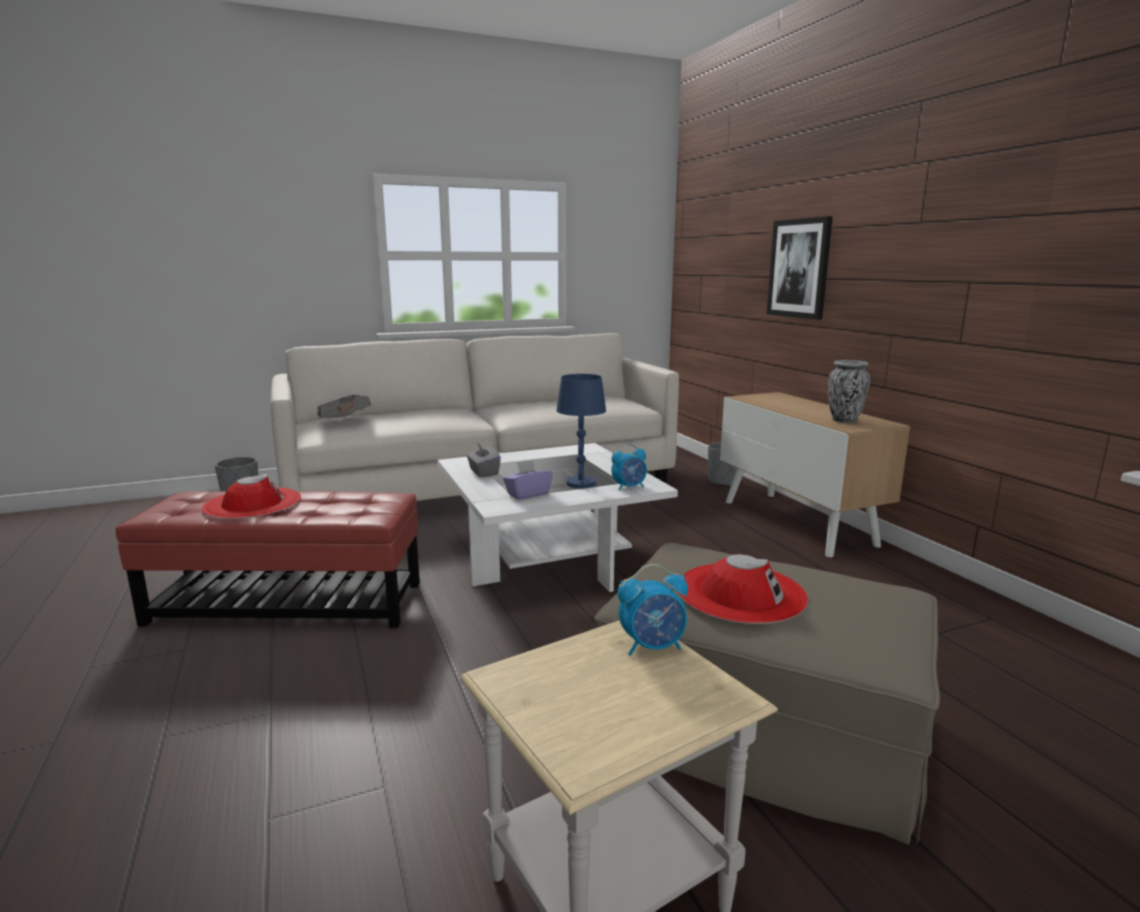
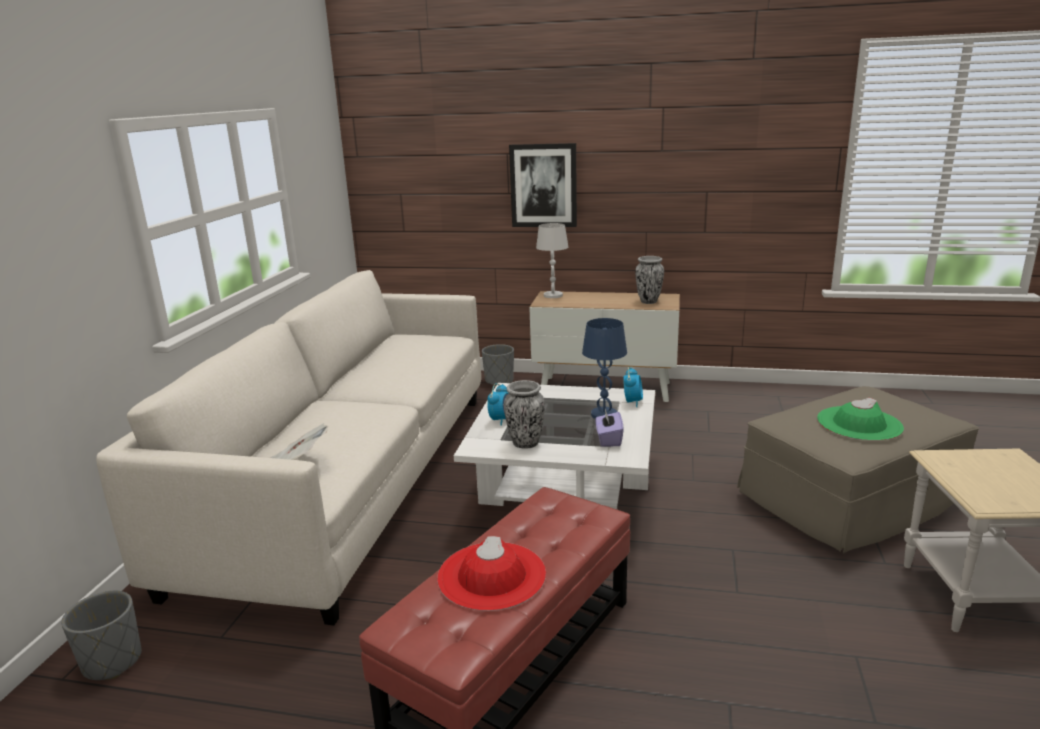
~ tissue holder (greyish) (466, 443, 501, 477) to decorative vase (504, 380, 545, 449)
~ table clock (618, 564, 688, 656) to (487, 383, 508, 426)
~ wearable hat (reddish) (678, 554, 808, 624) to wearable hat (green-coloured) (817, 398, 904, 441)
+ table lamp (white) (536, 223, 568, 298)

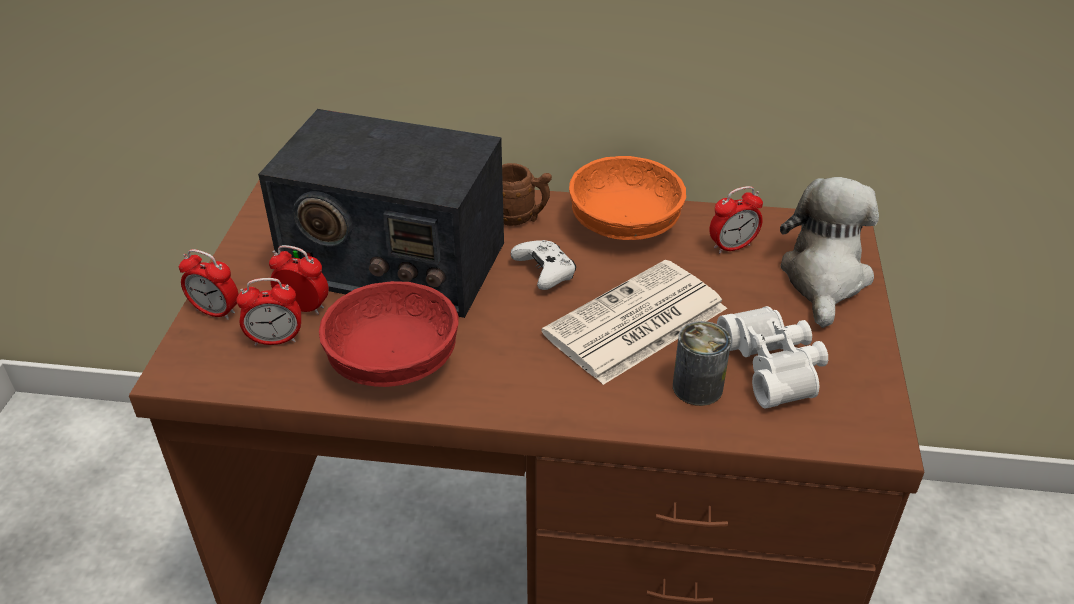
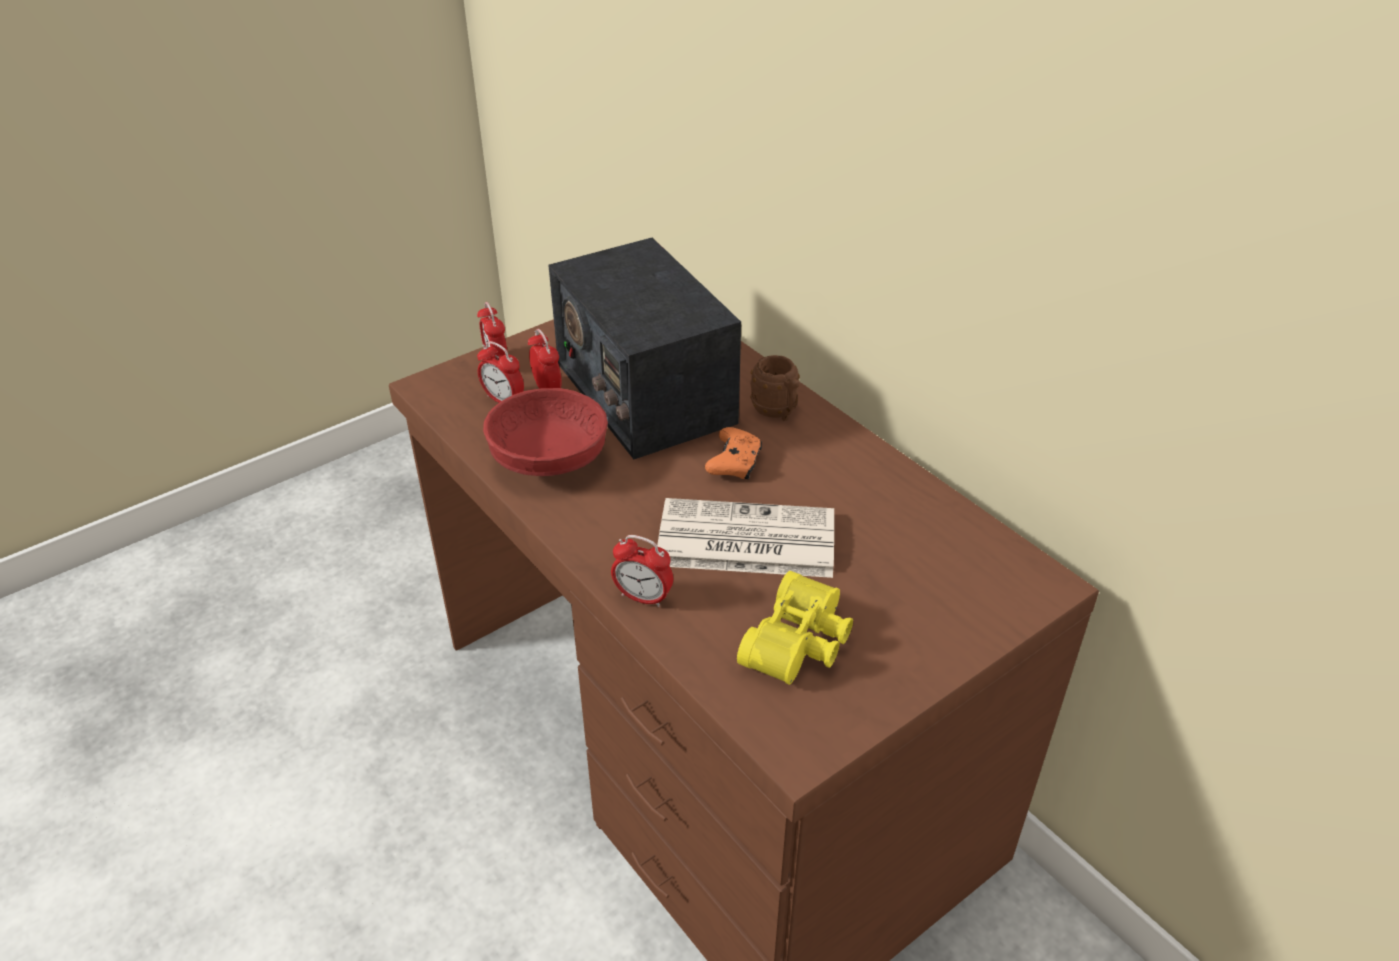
~ gamepad (white) (511, 240, 576, 290) to gamepad (orangey) (705, 427, 762, 479)
- serving bowl (orangey) (569, 156, 686, 240)
- sealed can (673, 321, 731, 406)
~ table clock (709, 186, 763, 254) to (611, 535, 673, 607)
~ field glasses (white) (717, 306, 828, 409) to field glasses (yellow) (737, 571, 853, 685)
- plush toy (780, 177, 879, 328)

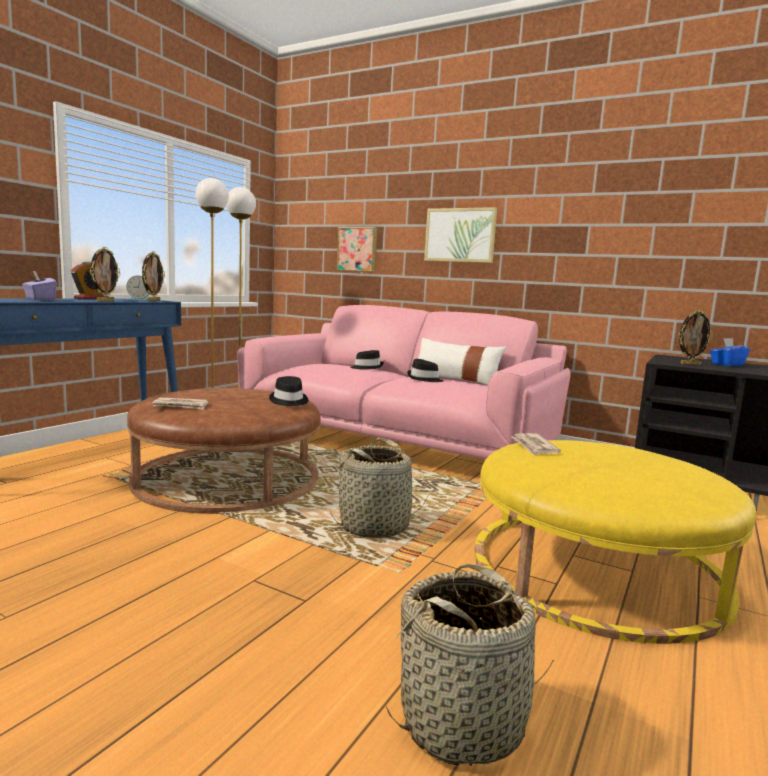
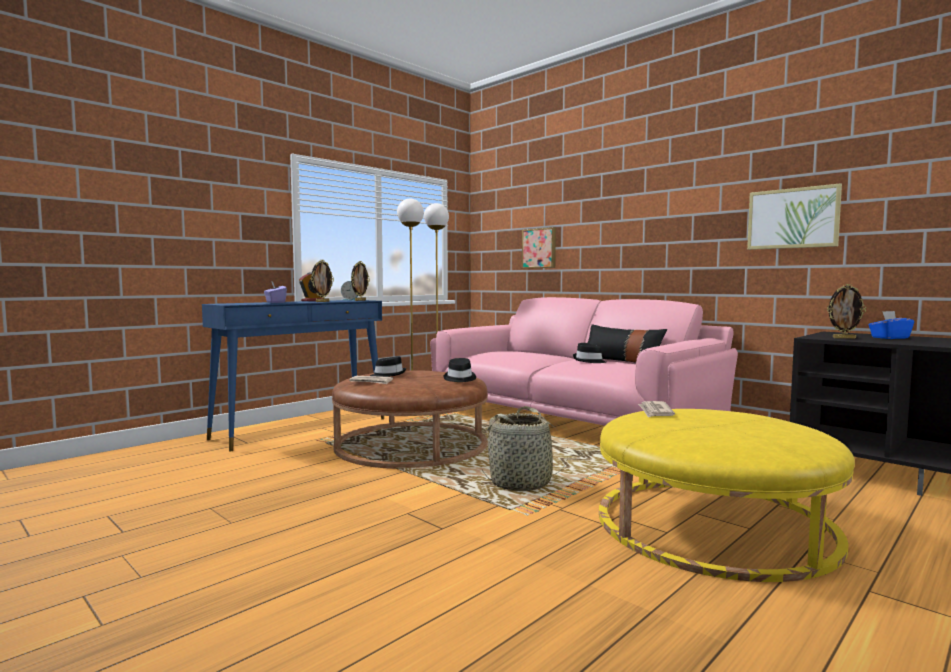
~ wearable hat (black) (350, 350, 384, 370) to (370, 356, 406, 377)
- household basket (386, 563, 556, 766)
~ pillow (white) (418, 338, 506, 385) to pillow (black) (587, 324, 667, 363)
~ wall picture (424, 207, 497, 263) to (747, 183, 842, 250)

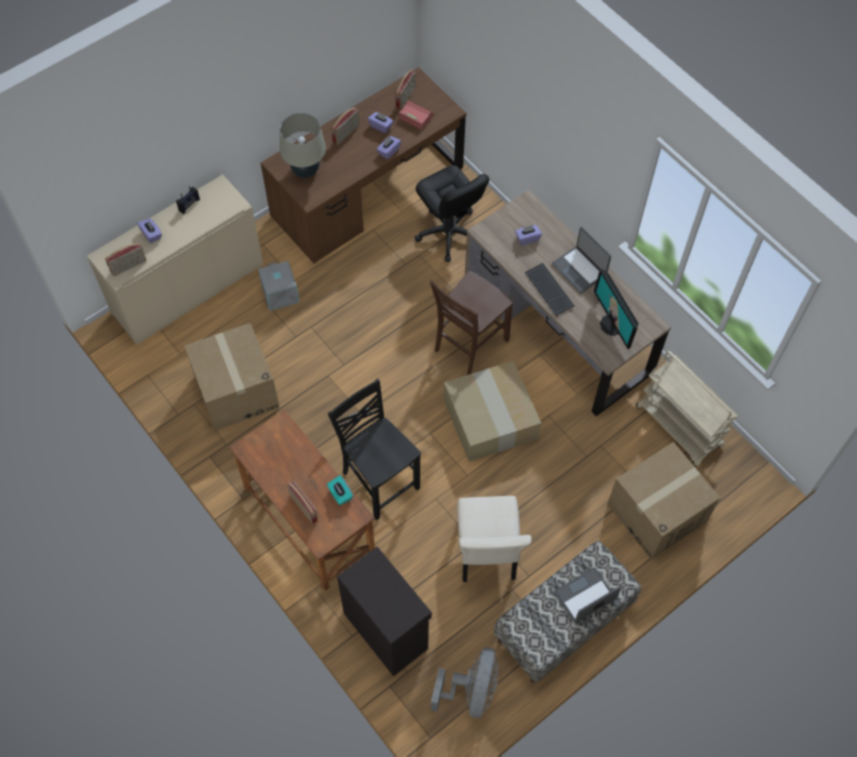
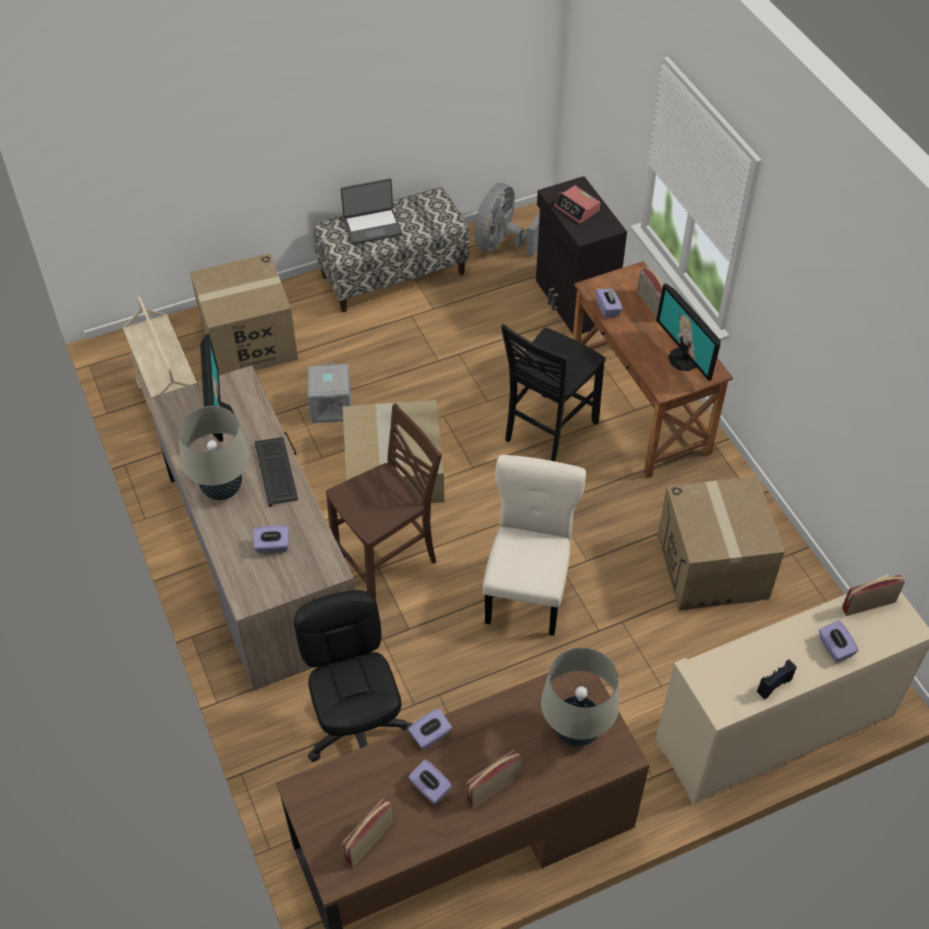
~ storage container (greyish) (258, 261, 299, 311) to (308, 363, 351, 423)
~ tissue holder (turquoise) (327, 475, 353, 505) to tissue holder (purple-coloured) (595, 288, 623, 319)
~ chair (black) (328, 379, 421, 520) = (501, 324, 606, 461) 60 degrees clockwise
~ table clock (399, 100, 434, 130) to (554, 185, 600, 223)
~ chair (sand-coloured) (457, 496, 532, 582) to (483, 455, 586, 636)
~ portable computer (552, 227, 611, 293) to table lamp (sand-coloured) (178, 406, 250, 500)
+ monitor (656, 283, 721, 381)

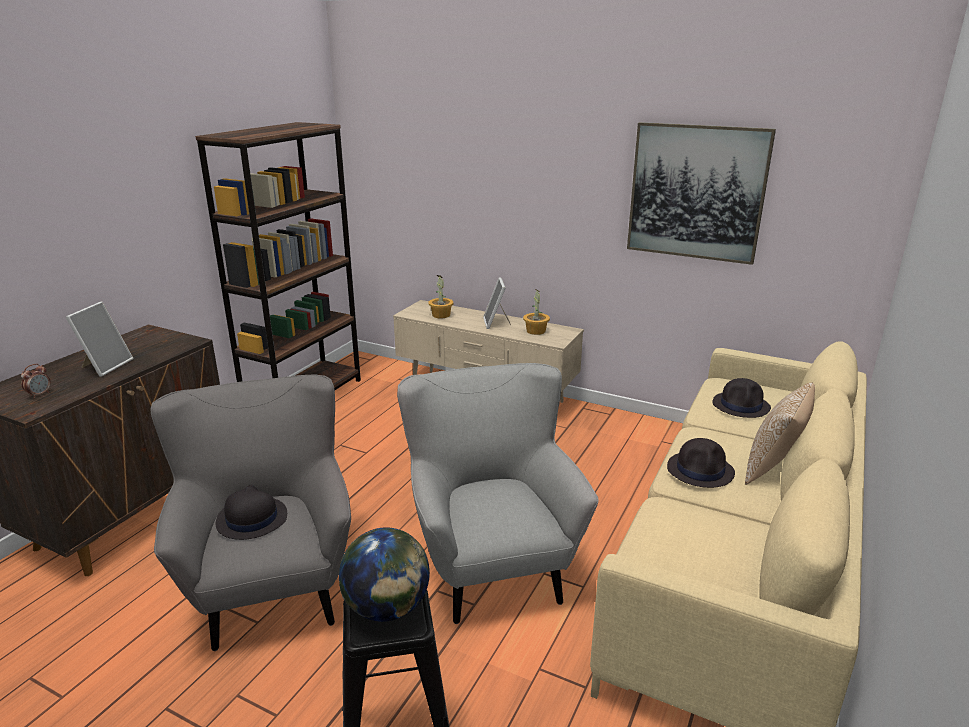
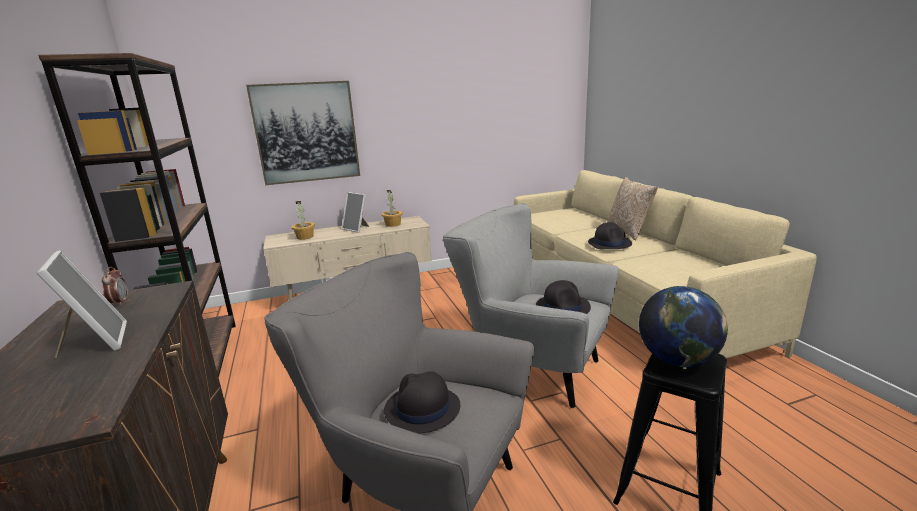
~ table clock (21, 364, 51, 398) to (102, 267, 128, 306)
~ wall picture (627, 122, 776, 265) to (246, 81, 360, 185)
~ wearable hat (black) (712, 378, 771, 418) to (536, 280, 591, 314)

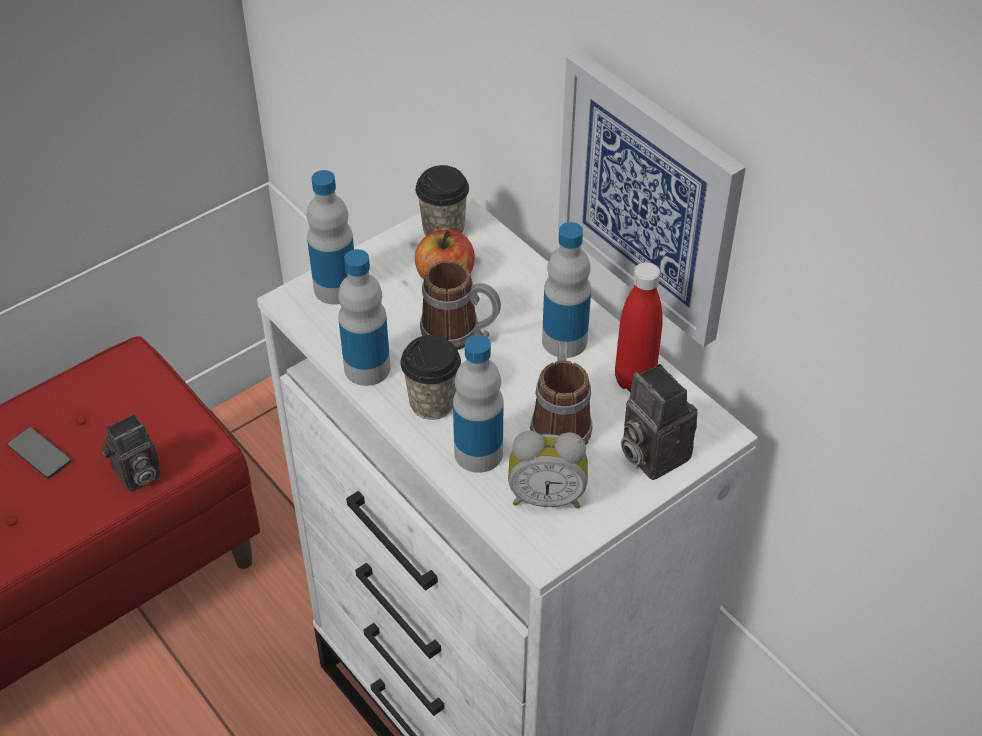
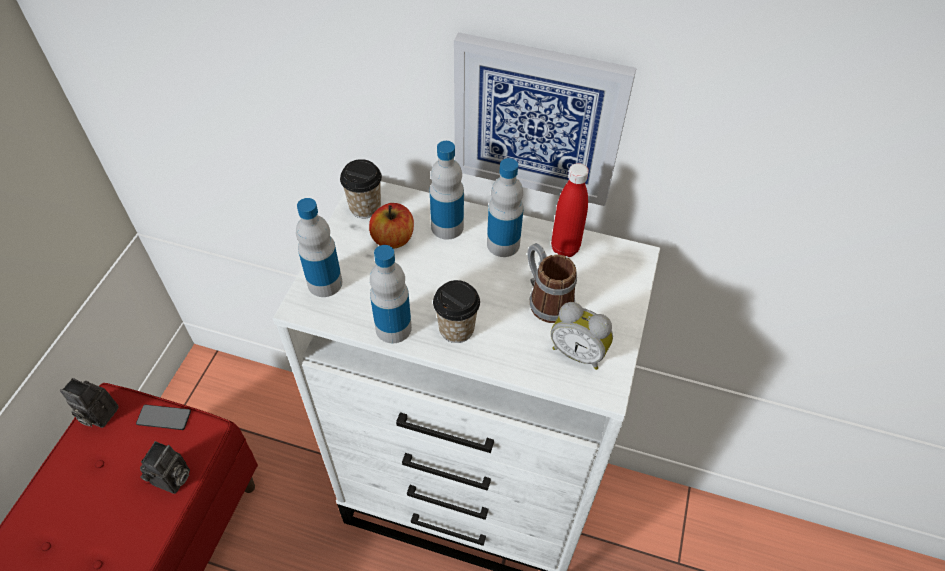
~ handset (7, 427, 71, 479) to (136, 405, 191, 430)
- tea mug (420, 260, 501, 350)
~ drink bottle (453, 334, 504, 473) to (430, 141, 464, 240)
~ table clock (508, 431, 588, 509) = (551, 302, 613, 370) 60 degrees clockwise
~ photo camera (621, 364, 697, 480) to (60, 378, 118, 428)

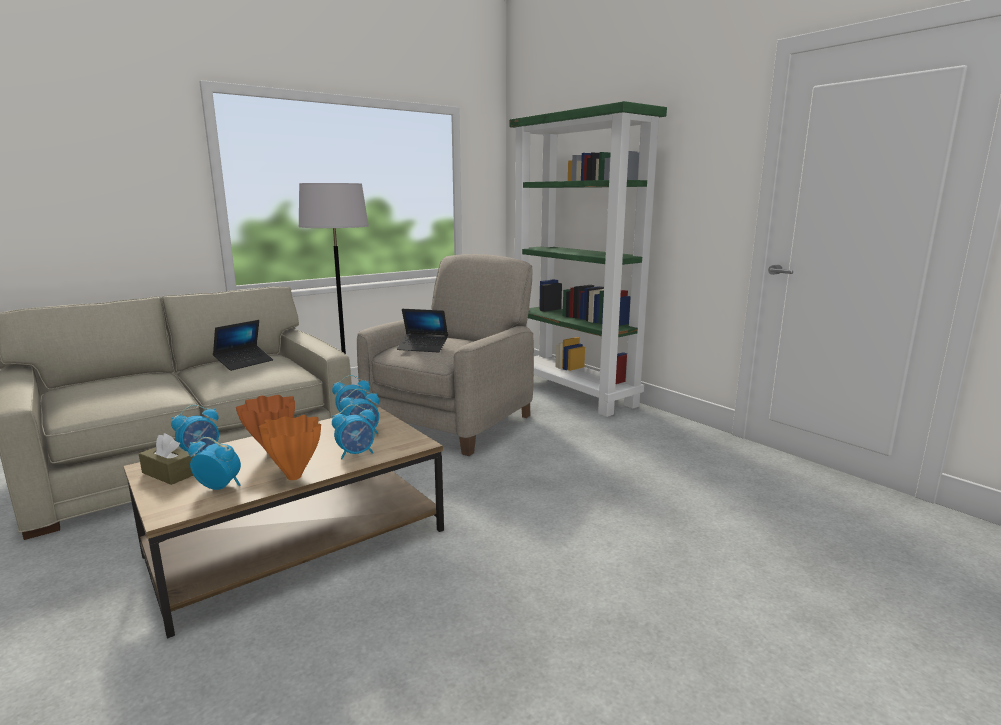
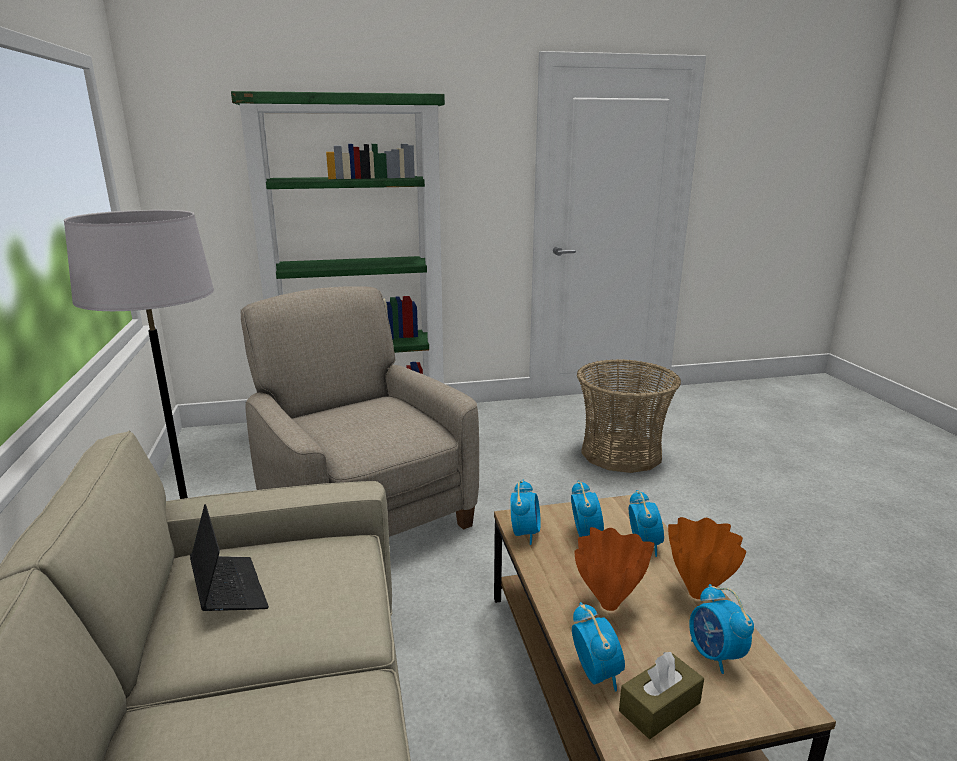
~ table clock (188, 437, 241, 490) = (689, 584, 754, 674) 60 degrees counterclockwise
- portable computer (397, 309, 448, 353)
+ household basket (577, 359, 681, 473)

